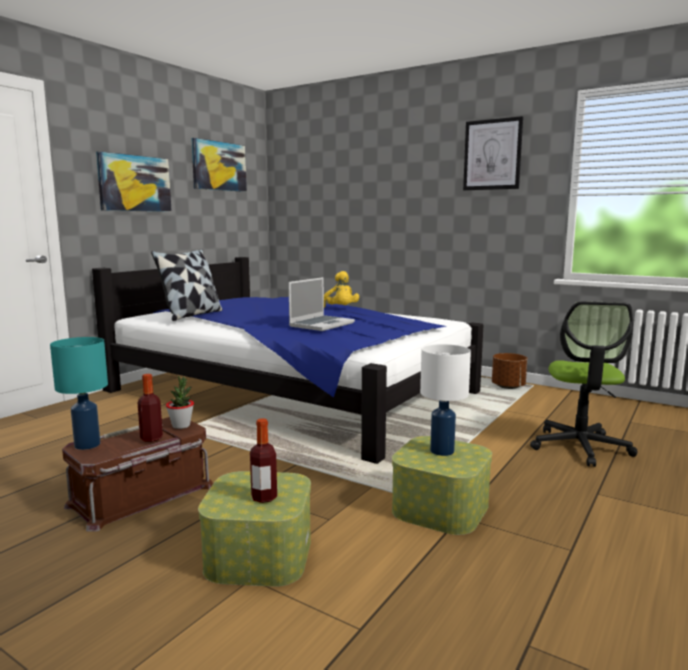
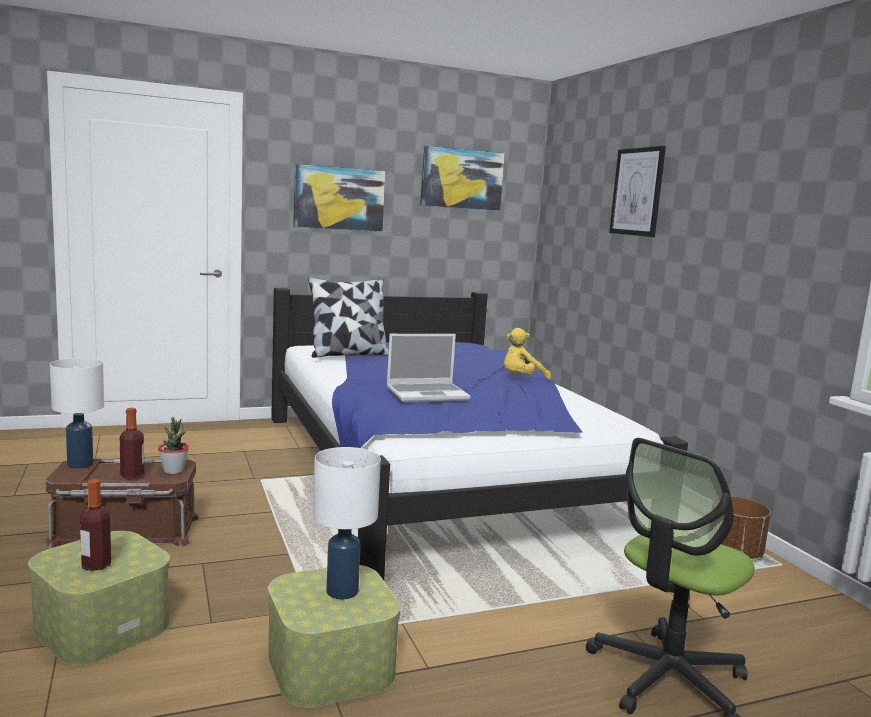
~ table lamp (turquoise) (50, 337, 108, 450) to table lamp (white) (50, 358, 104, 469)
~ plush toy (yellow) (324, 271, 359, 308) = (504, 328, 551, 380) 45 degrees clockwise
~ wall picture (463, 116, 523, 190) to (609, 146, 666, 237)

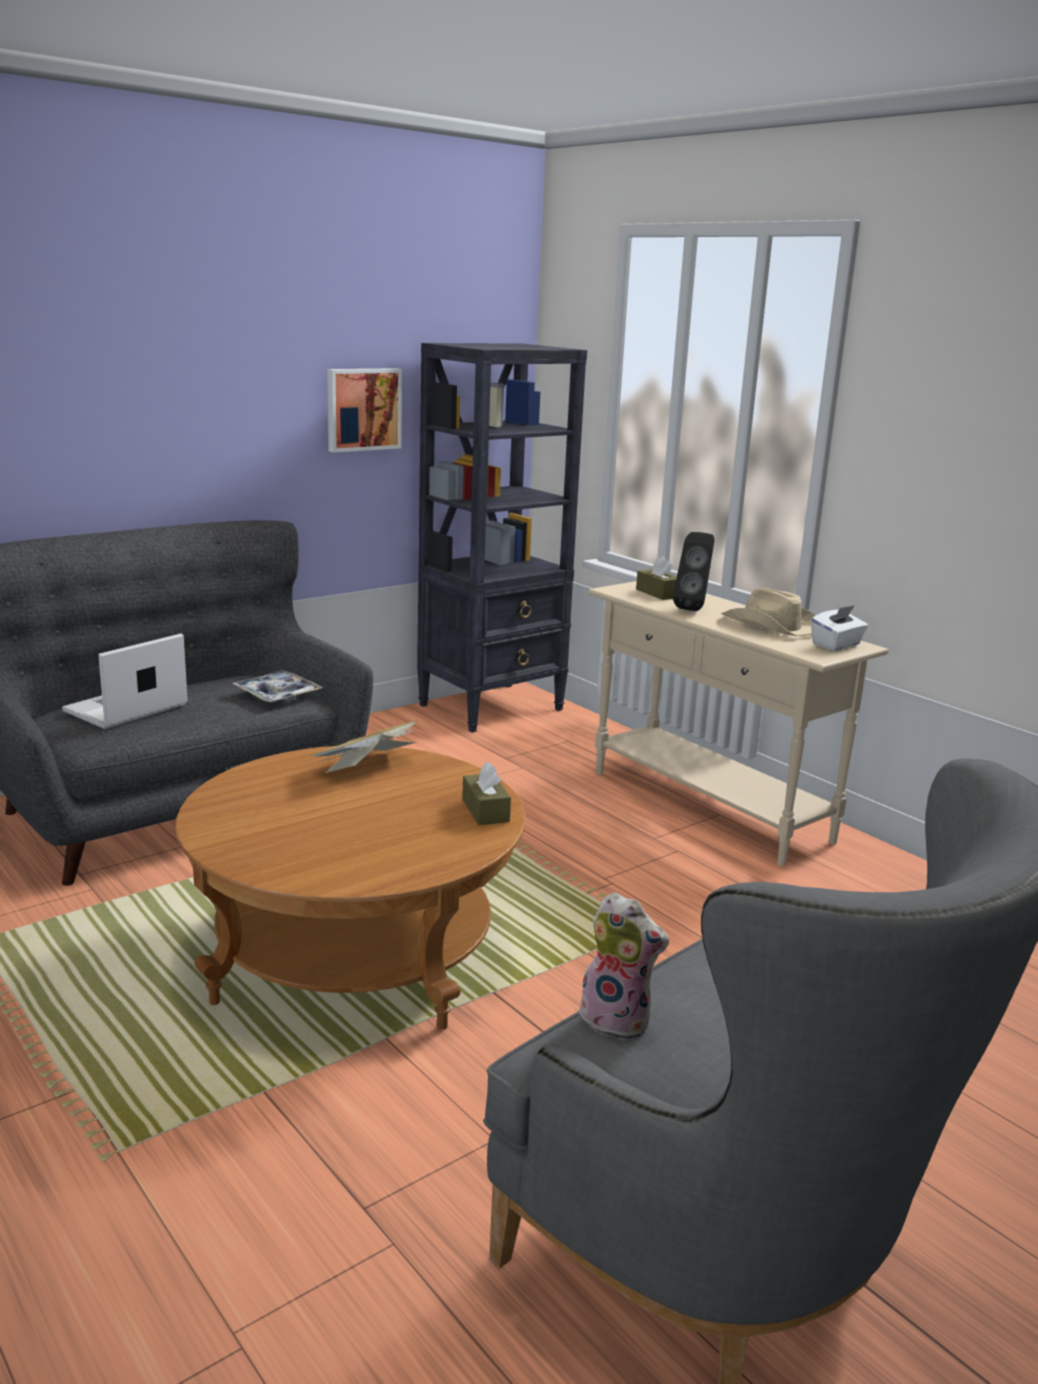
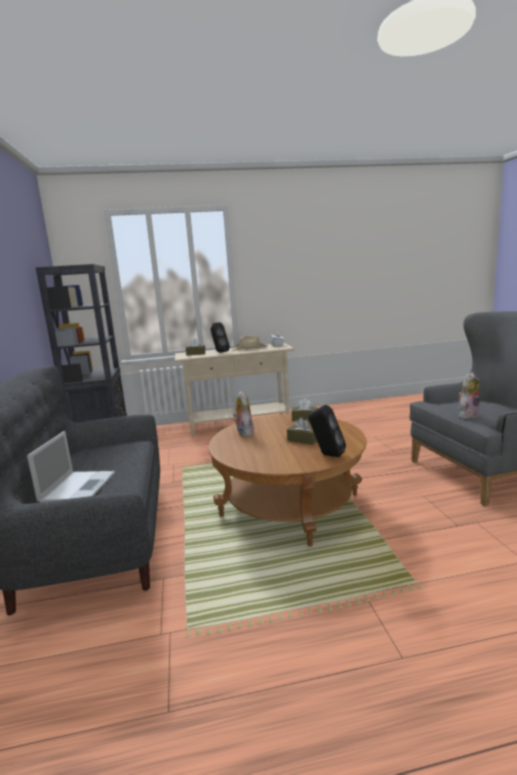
~ portable computer (62, 634, 188, 729) = (27, 431, 115, 502) 150 degrees counterclockwise
- serving tray (232, 670, 323, 703)
~ book (310, 720, 418, 773) to plush toy (233, 391, 254, 436)
- wall picture (327, 368, 402, 452)
+ tissue holder (brownish) (287, 418, 317, 445)
+ loudspeaker (black) (308, 405, 346, 457)

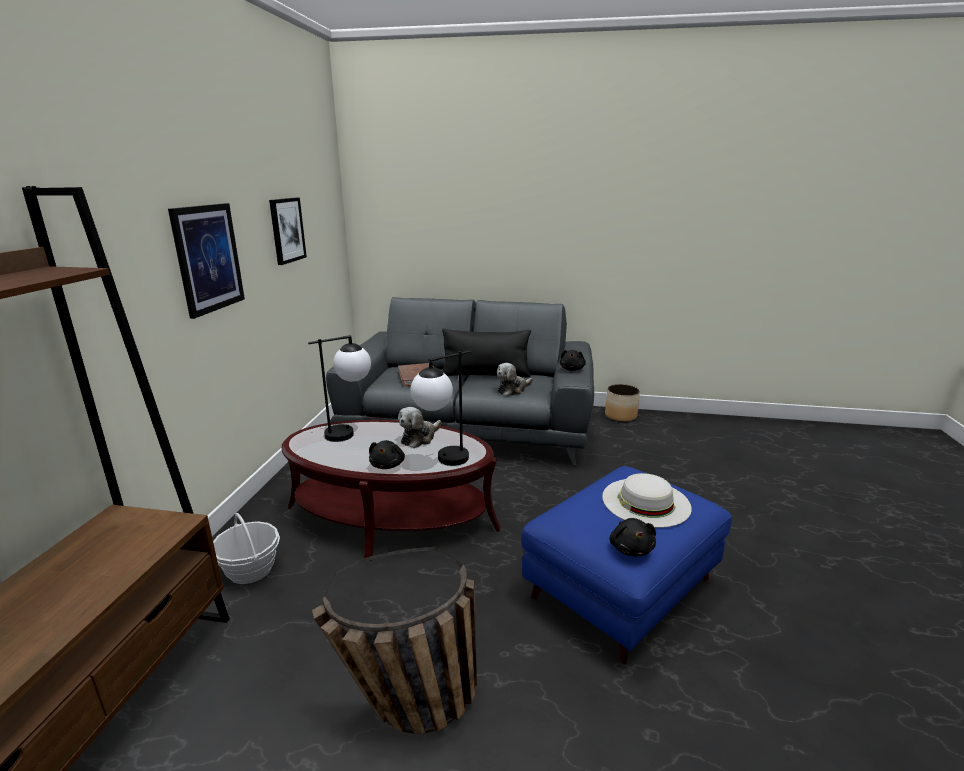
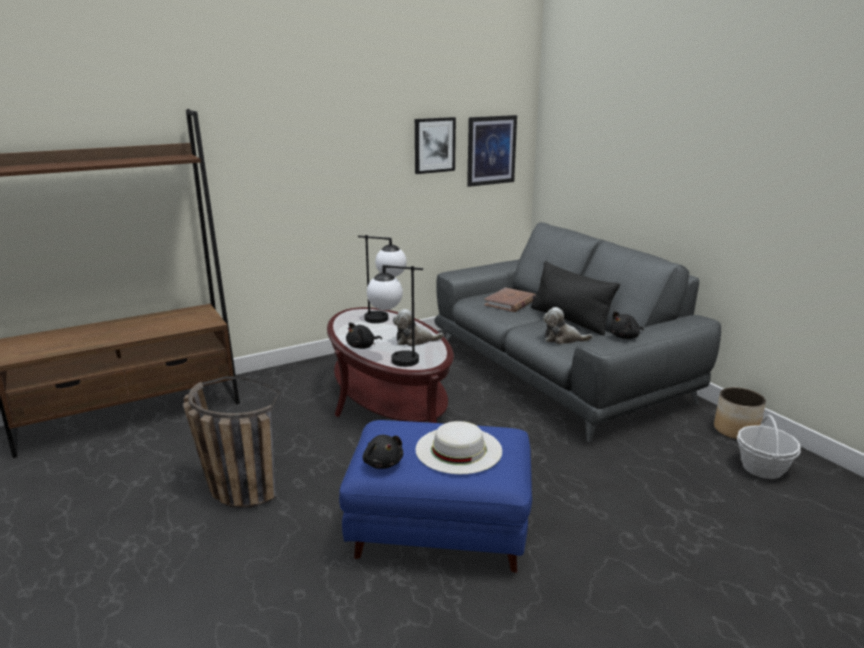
~ wall picture (168, 203, 245, 319) to (467, 115, 517, 187)
~ household basket (213, 513, 280, 584) to (737, 414, 801, 479)
~ plush toy (black) (609, 518, 656, 556) = (363, 435, 403, 469) 75 degrees counterclockwise

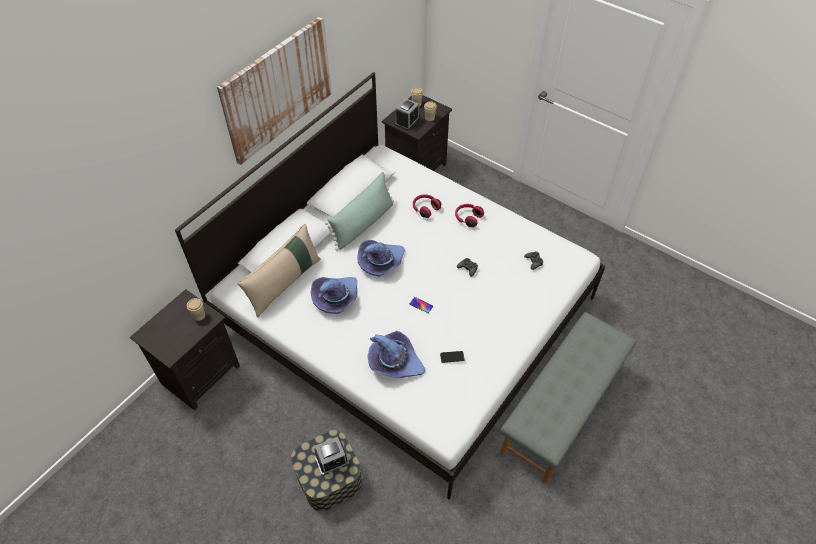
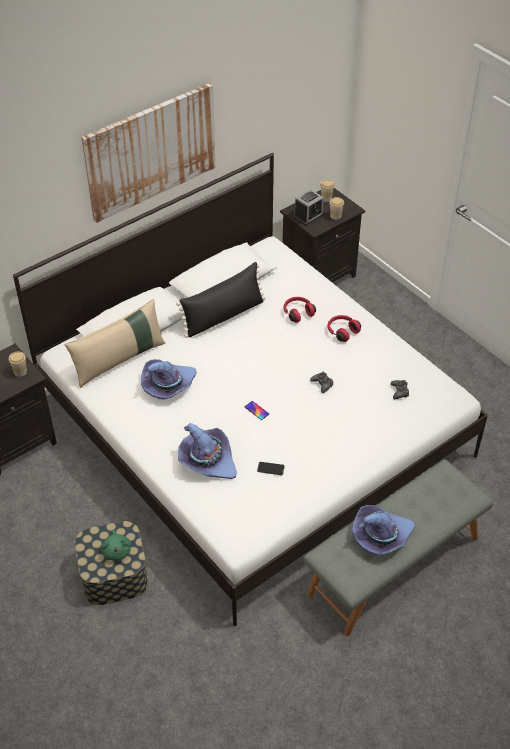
~ table clock (314, 437, 349, 476) to plush toy (green-coloured) (101, 529, 131, 561)
~ pillow (green-coloured) (325, 172, 394, 251) to pillow (black) (176, 262, 266, 338)
~ wearable hat (purple-coloured) (357, 240, 405, 276) to (352, 505, 415, 555)

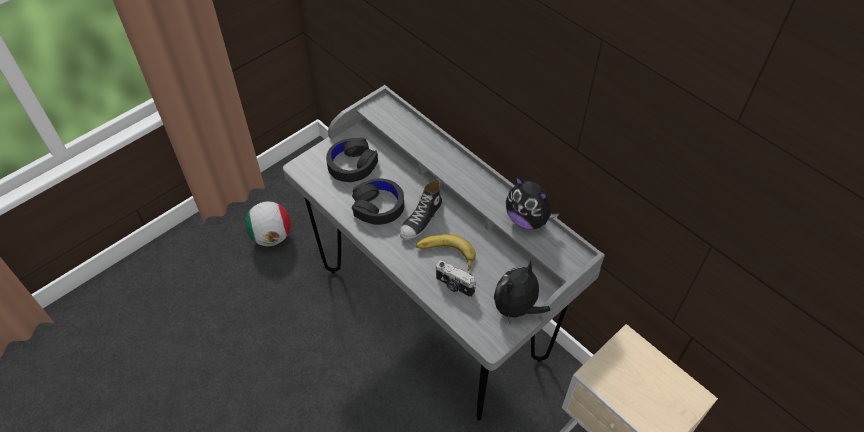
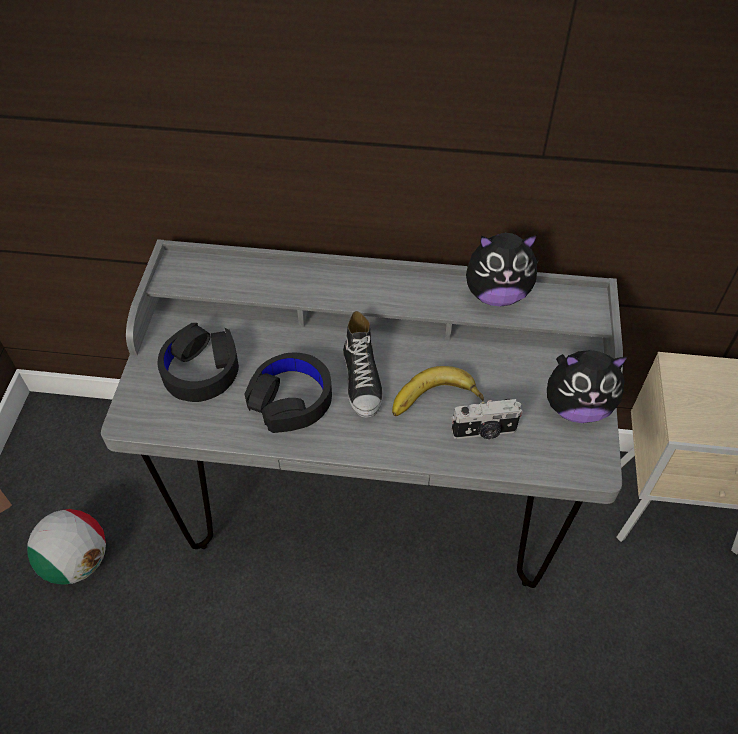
~ plush toy (494, 260, 551, 323) = (547, 350, 628, 423) 90 degrees counterclockwise

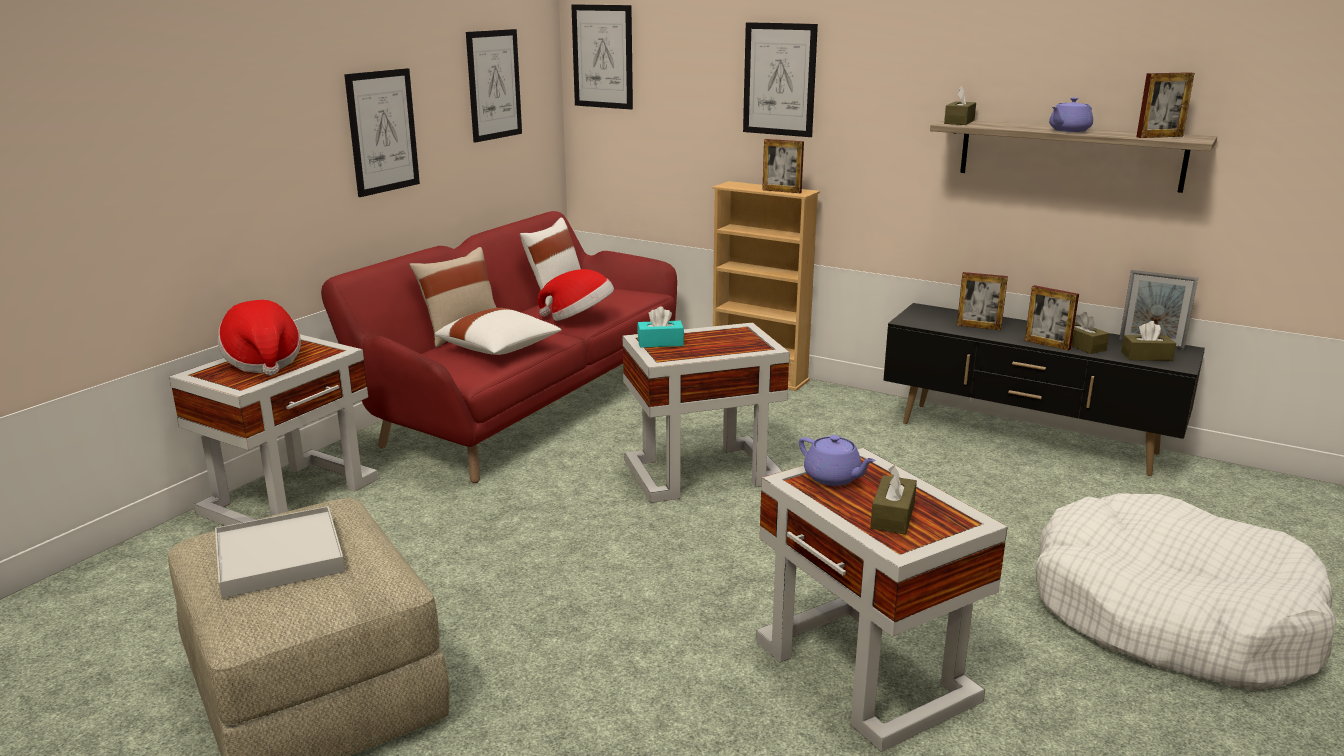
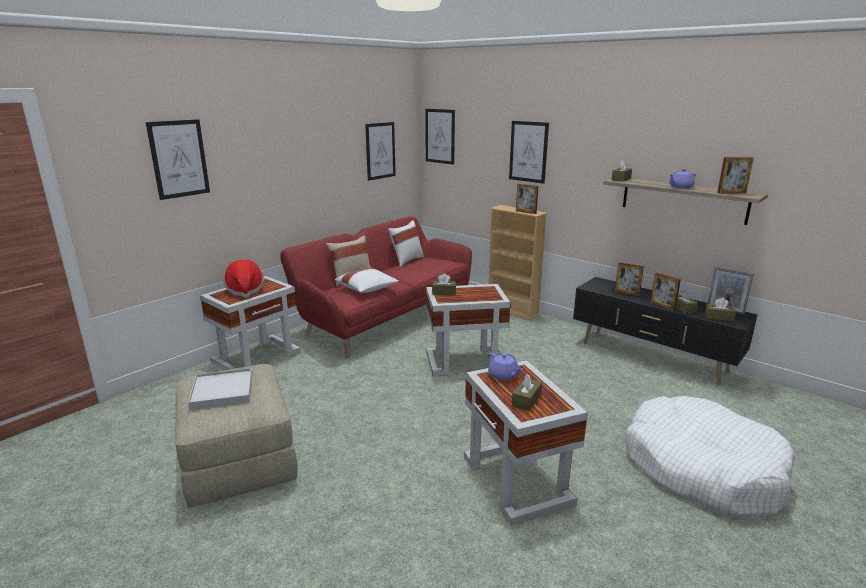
~ wall picture (344, 68, 420, 197) to (146, 119, 210, 200)
- wearable hat (538, 269, 614, 321)
~ tissue holder (turquoise) (637, 306, 684, 348) to tissue holder (brownish) (432, 274, 456, 295)

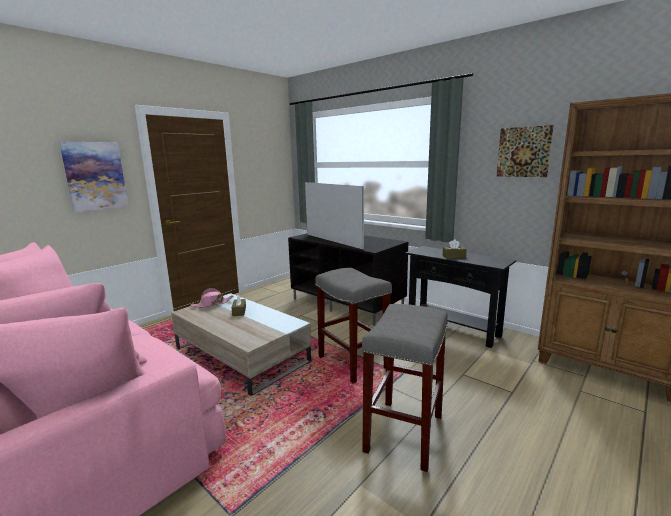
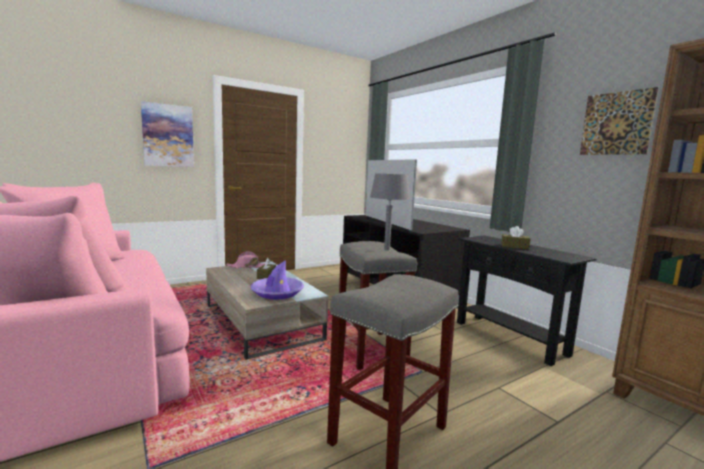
+ wearable hat (purple-coloured) (250, 260, 304, 300)
+ table lamp (greyish) (370, 173, 410, 250)

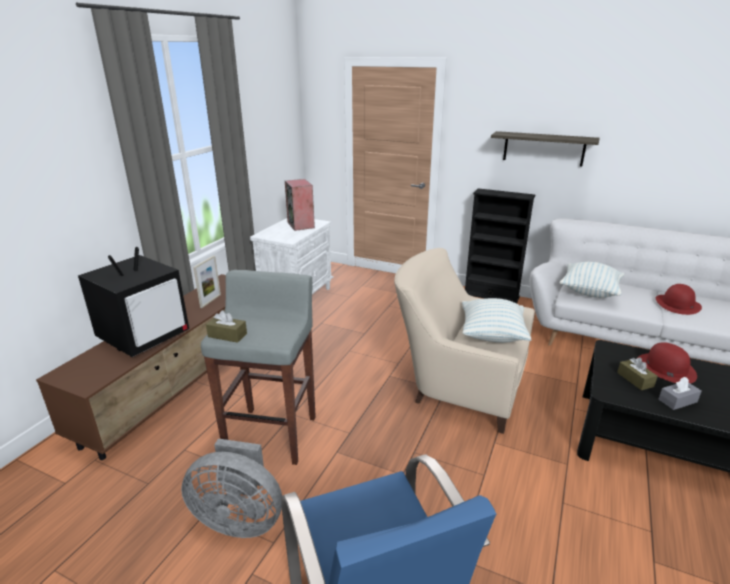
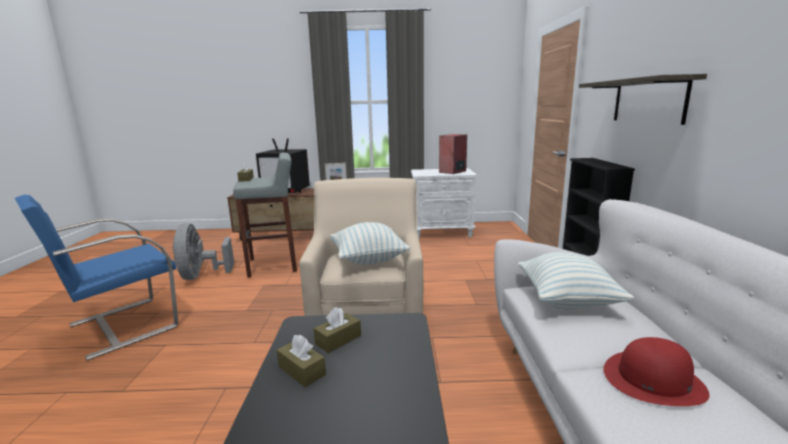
- wearable hat (reddish) (637, 342, 697, 384)
~ tissue holder (greyish) (658, 377, 702, 410) to tissue holder (brownish) (277, 335, 326, 387)

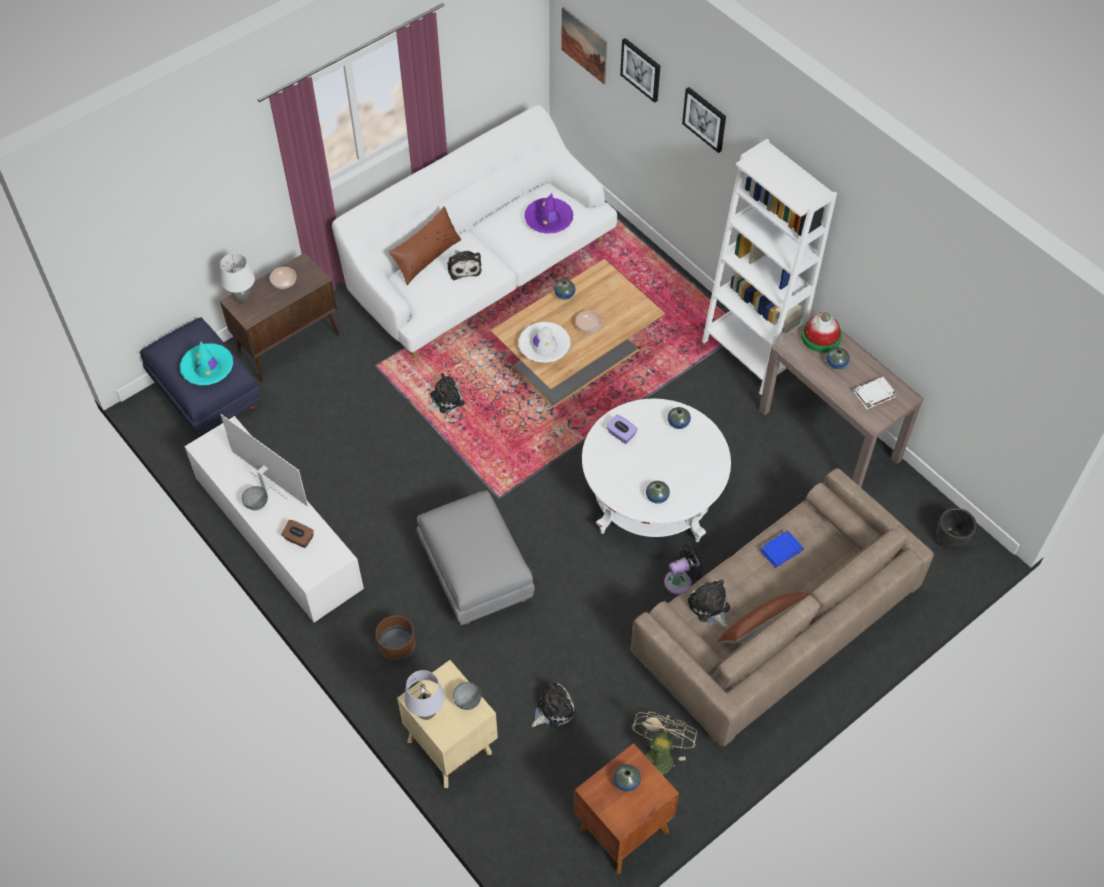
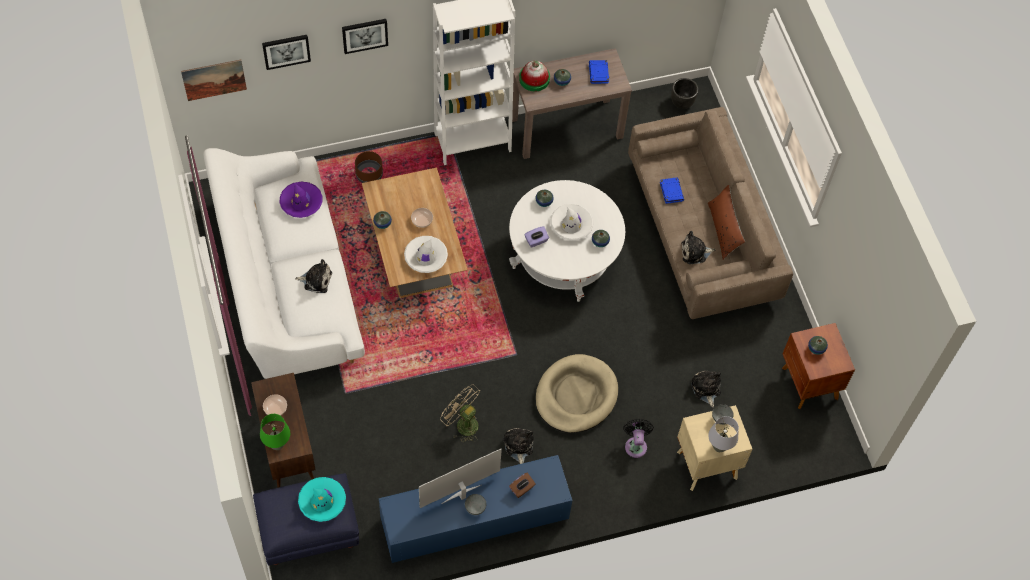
~ media console (white) (184, 416, 364, 622) to media console (blue-coloured) (379, 455, 572, 563)
~ table lamp (white) (220, 253, 255, 304) to table lamp (green-coloured) (260, 414, 290, 450)
~ flower pot (brownish) (376, 616, 416, 662) to (355, 151, 383, 183)
- pillow (brownish) (389, 206, 461, 285)
~ pouffe (greyish) (416, 491, 535, 626) to dog bed (sand-coloured) (535, 354, 618, 433)
~ plush toy (425, 373, 465, 413) to (504, 428, 534, 464)
~ cooling fan (sand-coloured) (632, 712, 697, 775) to (440, 384, 480, 442)
~ cooling fan (black) (664, 544, 703, 595) to (623, 419, 654, 458)
~ book (white) (853, 377, 897, 409) to book (blue-coloured) (589, 60, 609, 84)
+ wearable hat (white) (551, 204, 593, 241)

